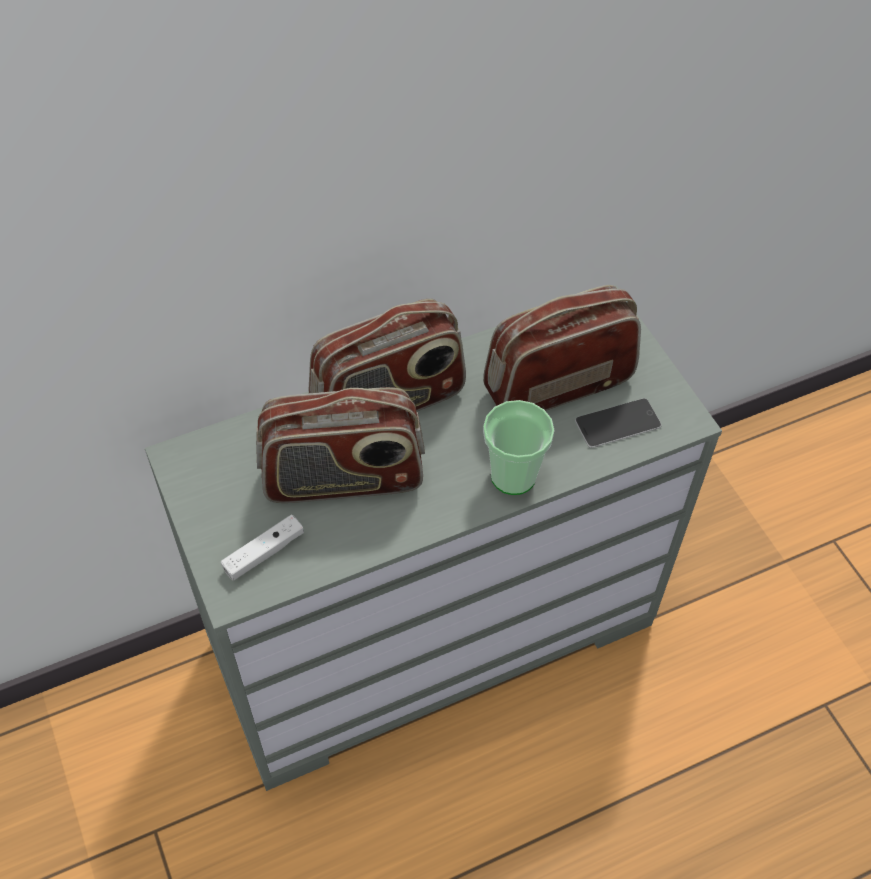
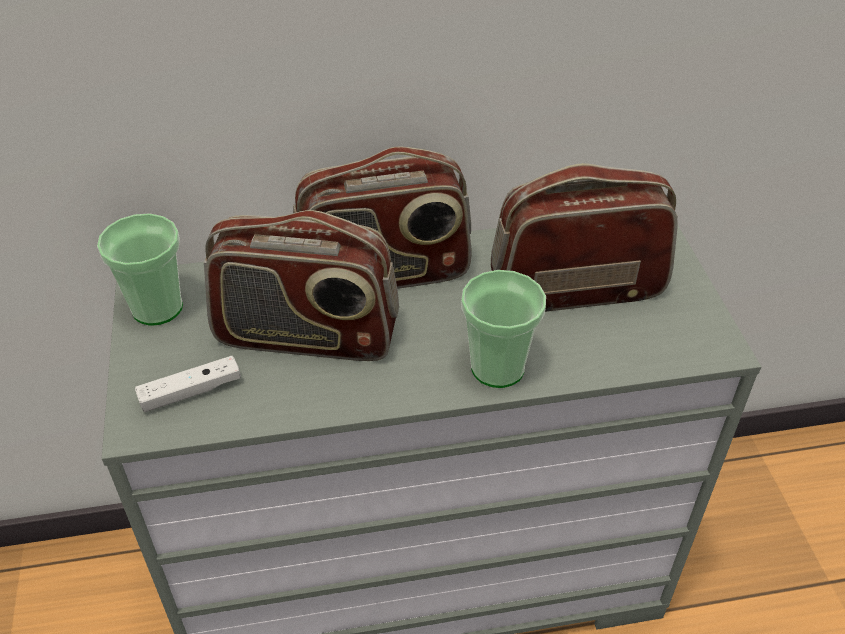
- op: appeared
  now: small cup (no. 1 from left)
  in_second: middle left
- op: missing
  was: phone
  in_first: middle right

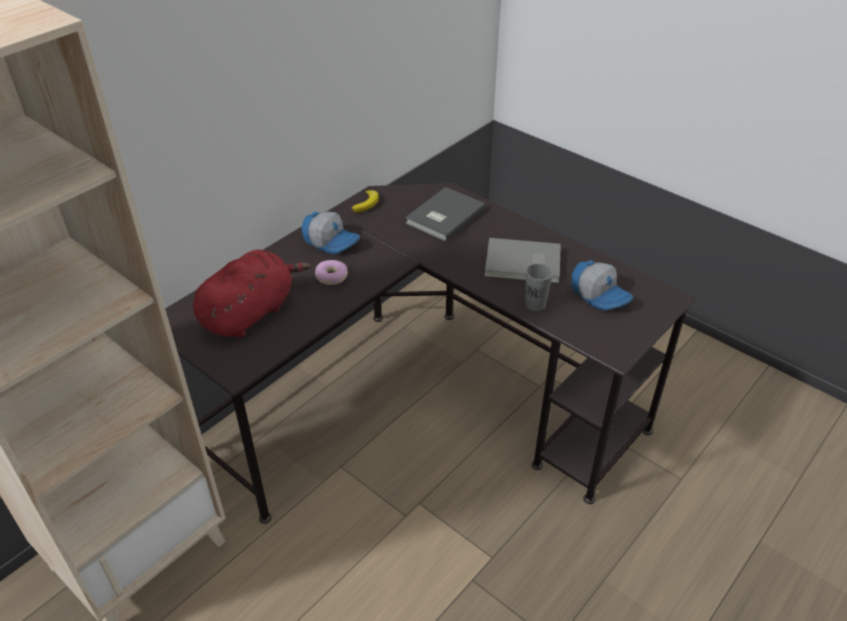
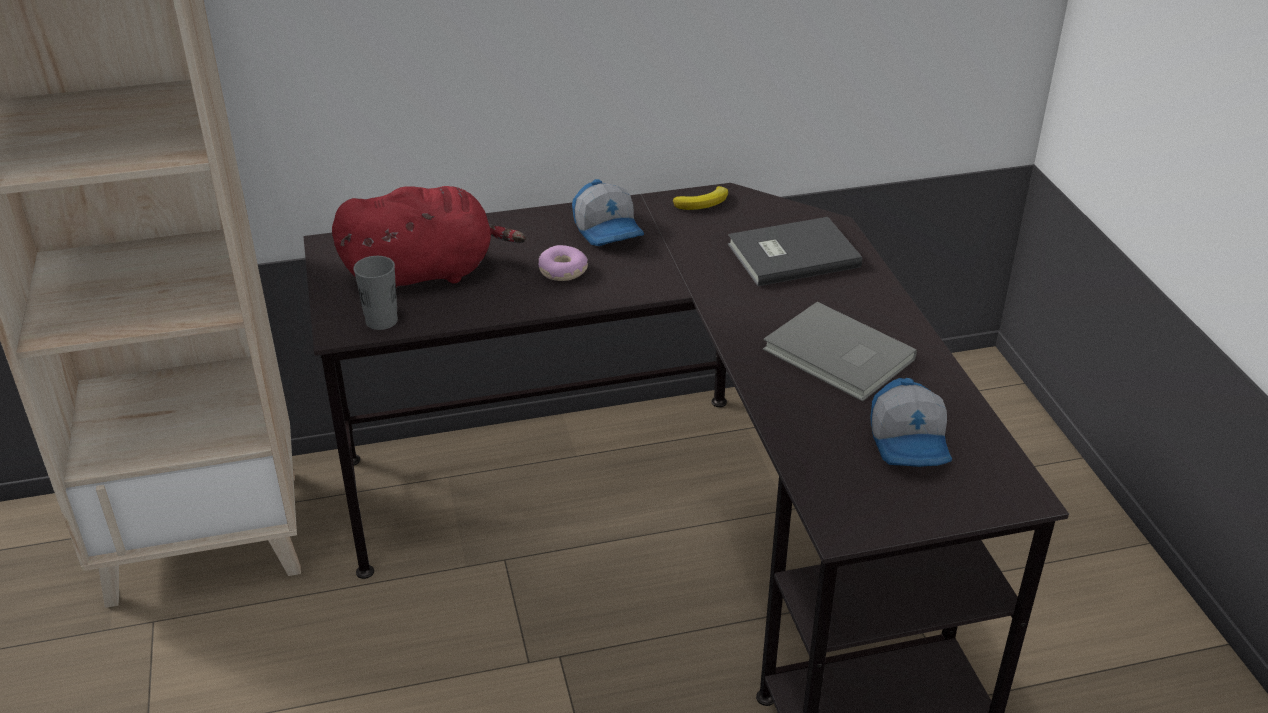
- op: relocated
  was: grey small cup
  in_first: centre
  in_second: middle left

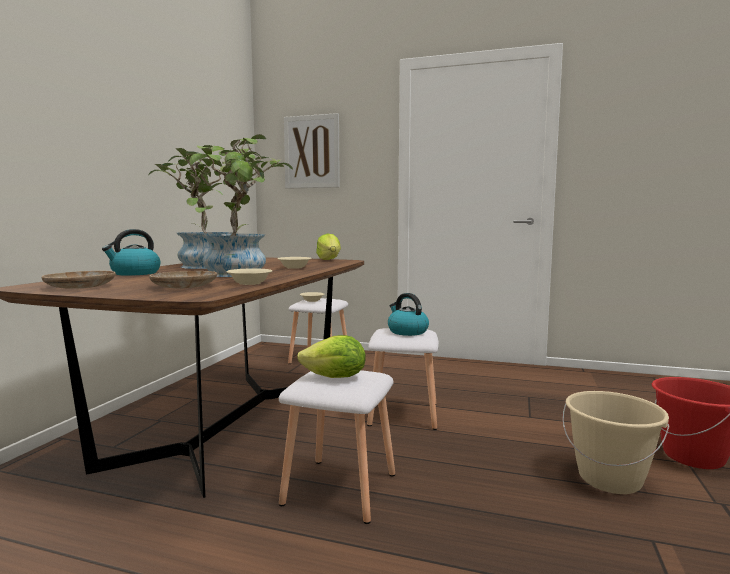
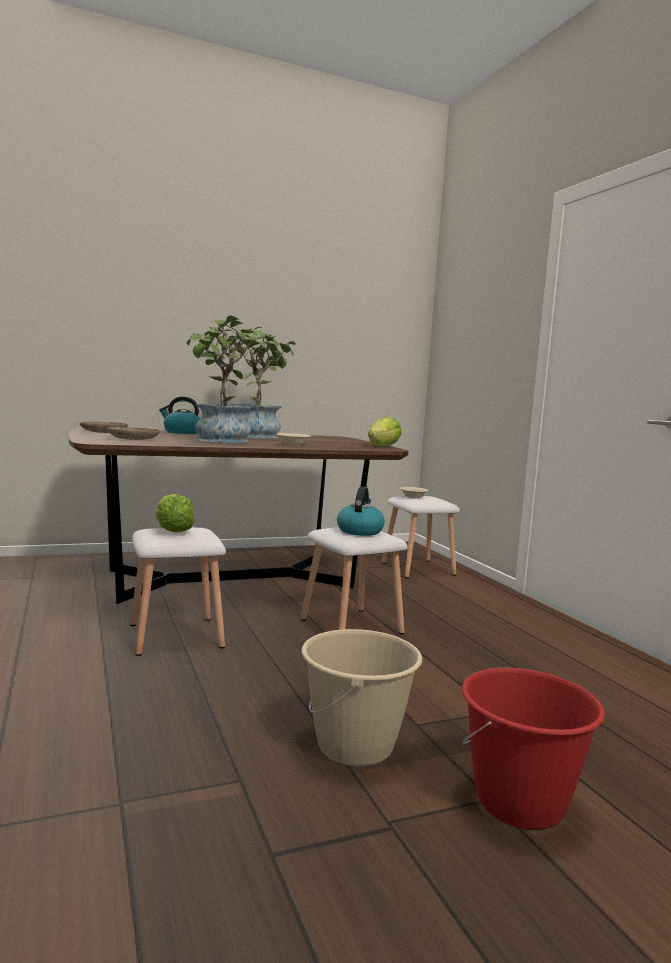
- op: missing
  was: beige bowl (no. 1 from left)
  in_first: centre
- op: missing
  was: picture
  in_first: top centre

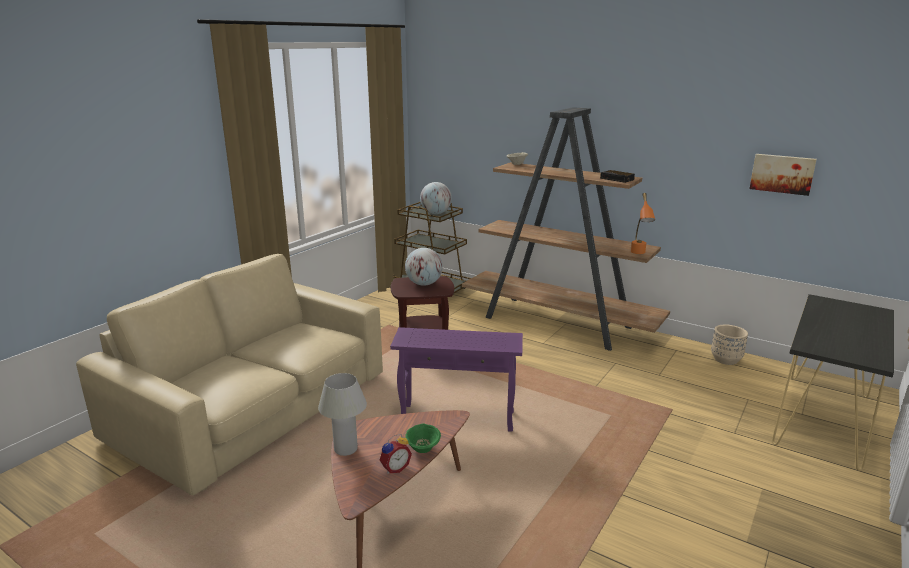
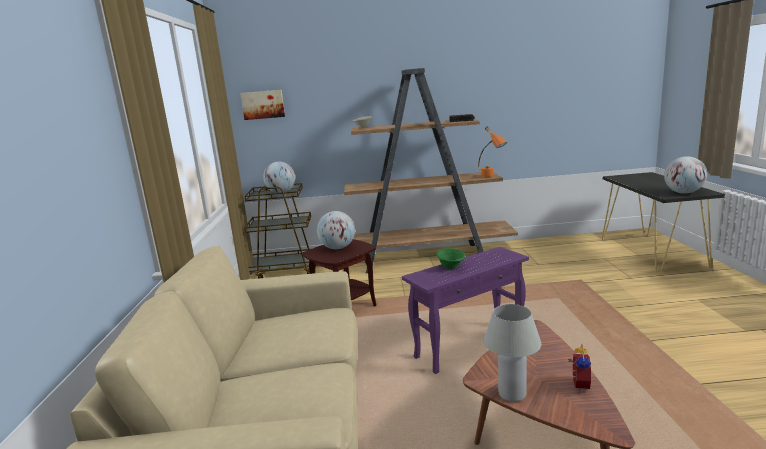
- op: relocated
  was: picture
  in_first: top right
  in_second: top centre
- op: relocated
  was: green-coloured bowl
  in_first: bottom centre
  in_second: centre
- op: appeared
  now: globe (no. 3 from left)
  in_second: middle right
- op: missing
  was: beige plant pot
  in_first: middle right

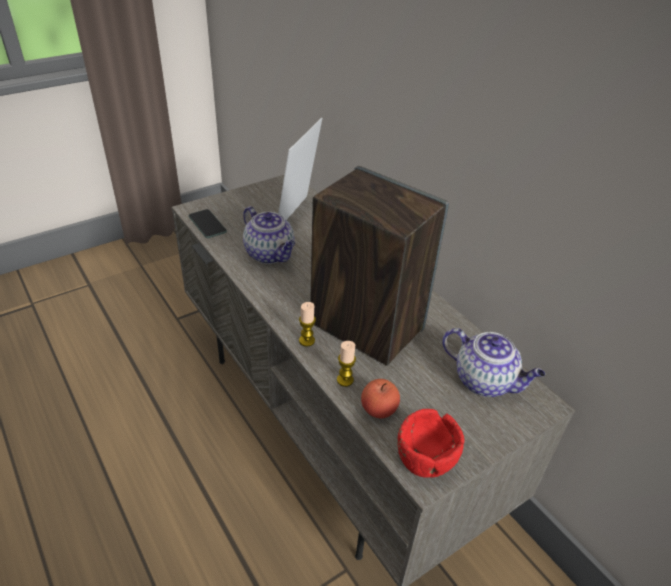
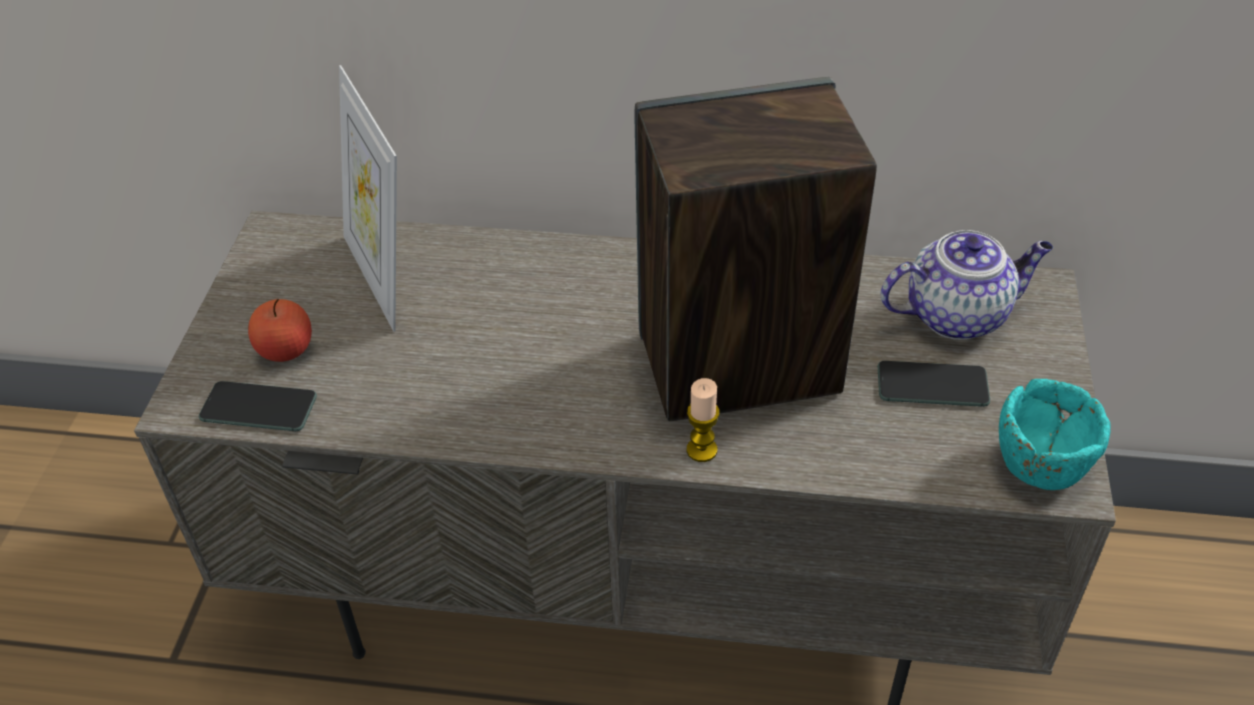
- op: relocated
  was: whole apple
  in_first: bottom centre
  in_second: middle left
- op: appeared
  now: phone (no. 2 from left)
  in_second: middle right
- op: colour
  was: red bowl
  now: turquoise-coloured bowl
  in_first: bottom centre
  in_second: middle right
- op: missing
  was: teapot (no. 1 from left)
  in_first: centre
- op: missing
  was: candle (no. 2 from left)
  in_first: centre

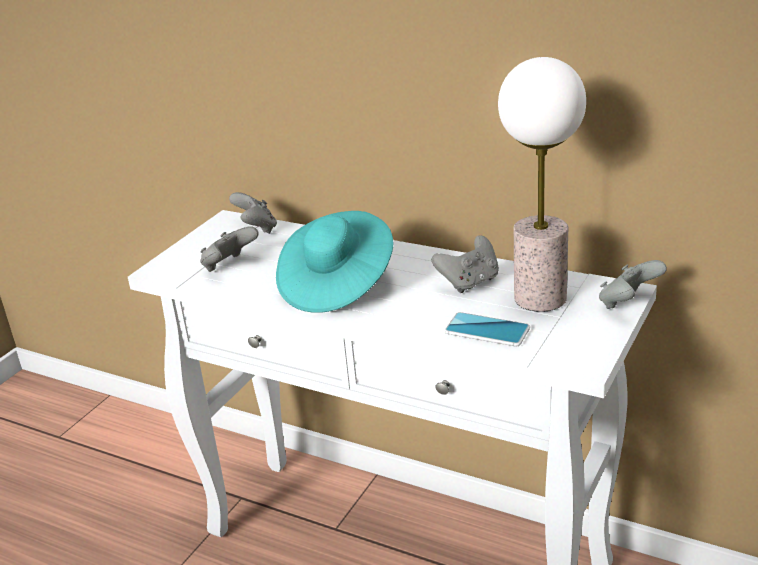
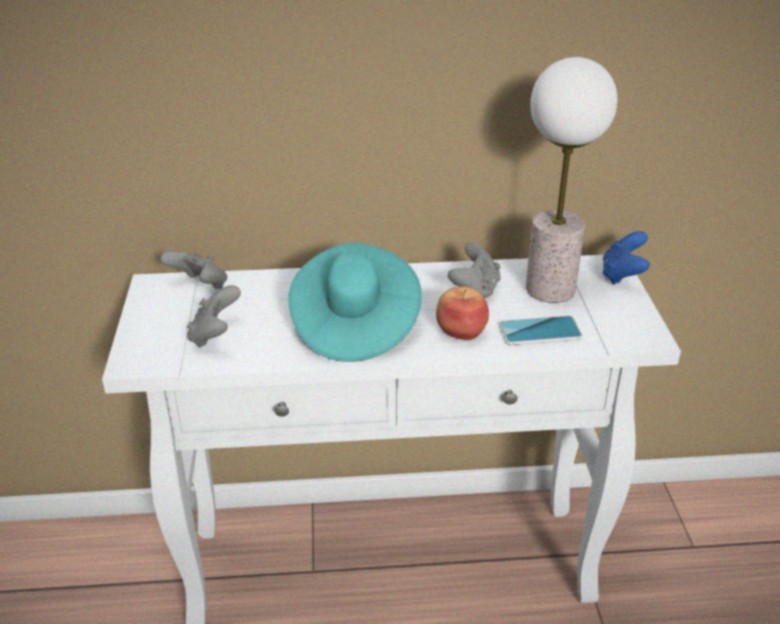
- op: appeared
  now: whole apple
  in_second: centre
- op: colour
  was: grey game controller (no. 4 from left)
  now: bluish game controller
  in_first: middle right
  in_second: middle right

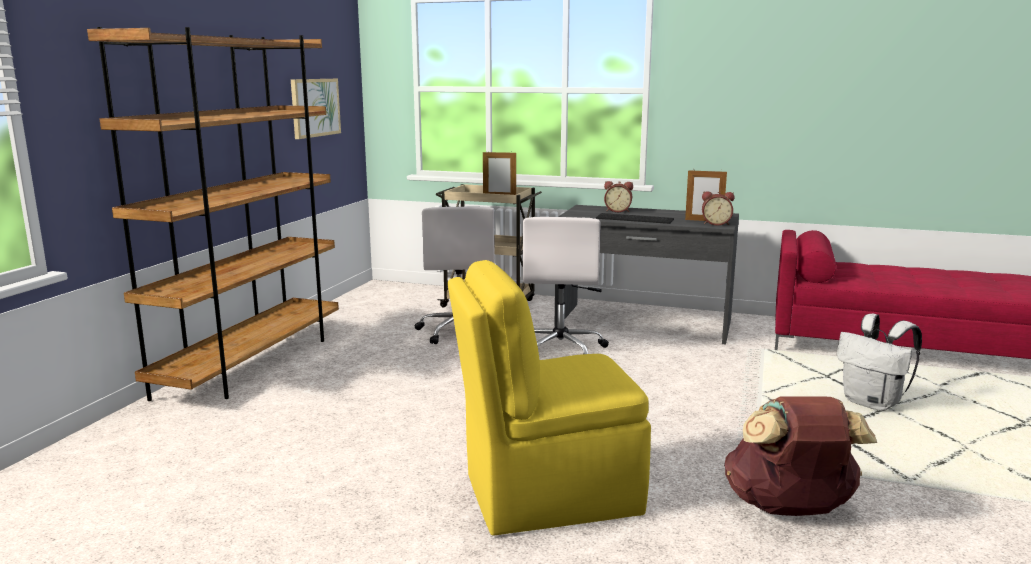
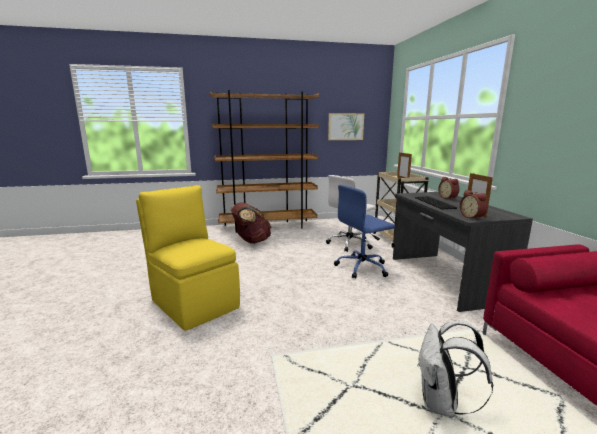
- op: relocated
  was: brown rucksack
  in_first: bottom right
  in_second: centre
- op: colour
  was: white office chair (no. 2 from left)
  now: bluish office chair
  in_first: centre
  in_second: centre

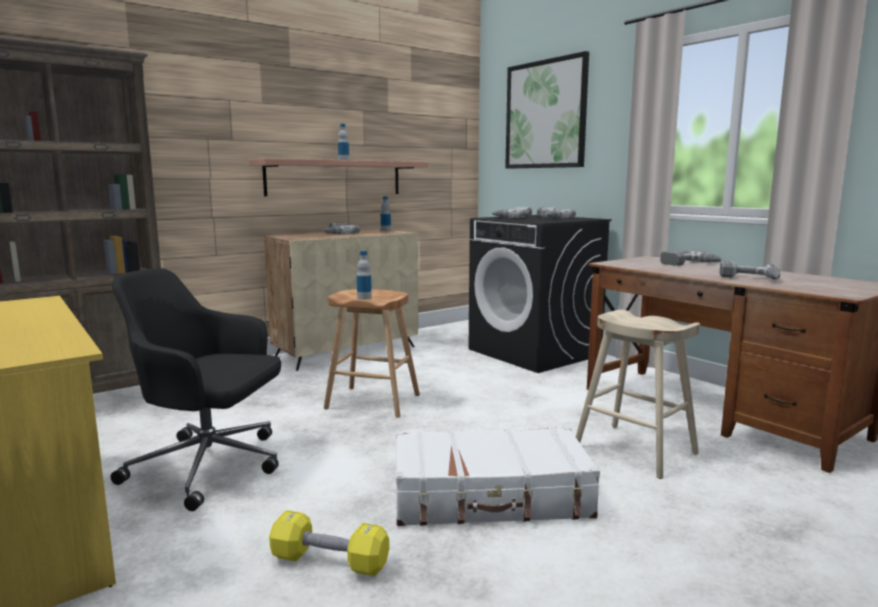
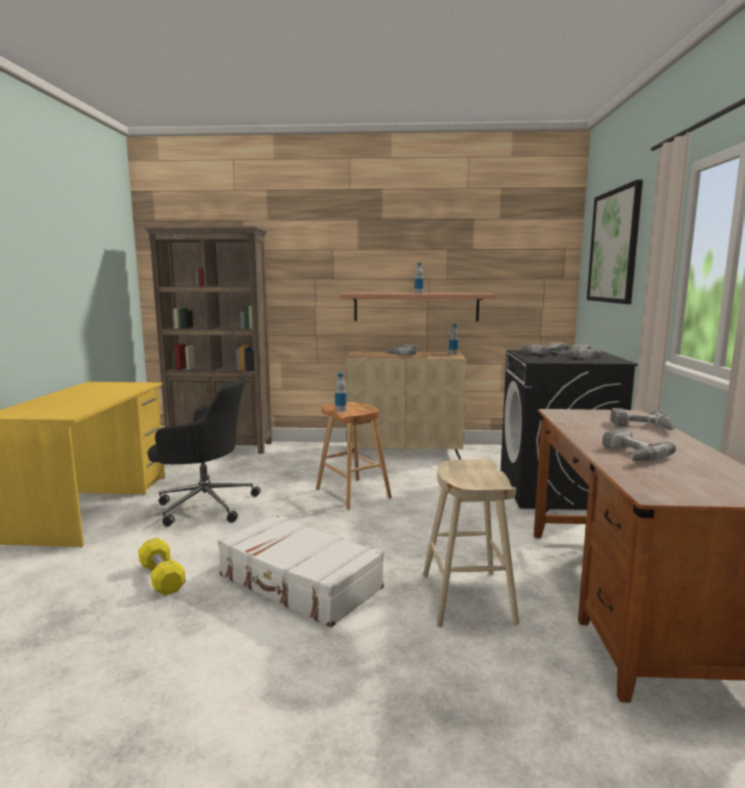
- op: spun
  was: black-coloured office chair
  in_first: middle left
  in_second: middle left
  clockwise: 135

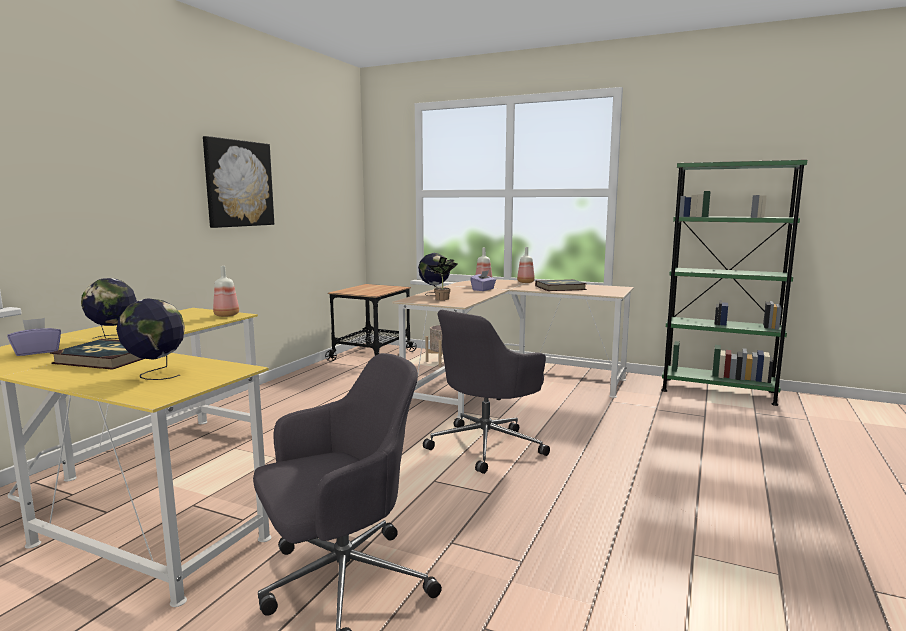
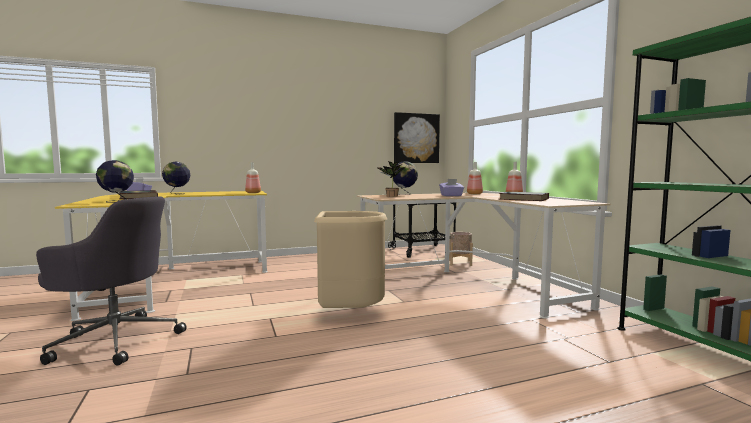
- op: exchanged
  was: grey office chair (no. 2 from left)
  now: beige trash can
  in_first: centre
  in_second: centre
- op: relocated
  was: picture
  in_first: top left
  in_second: top centre

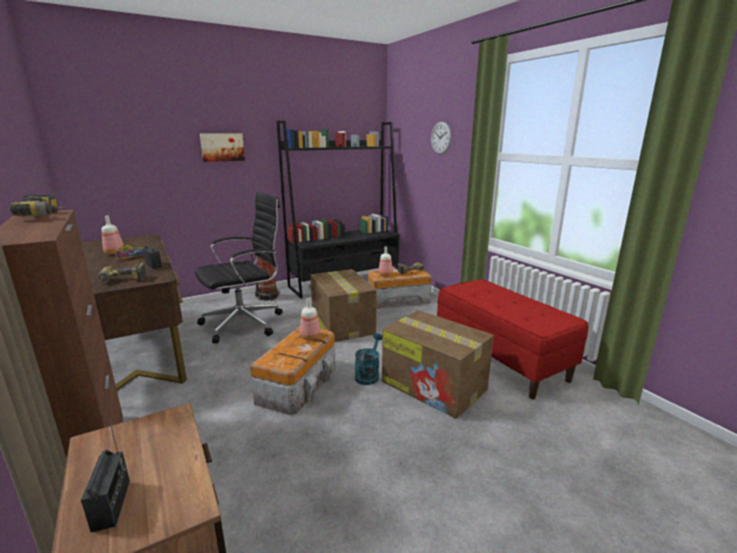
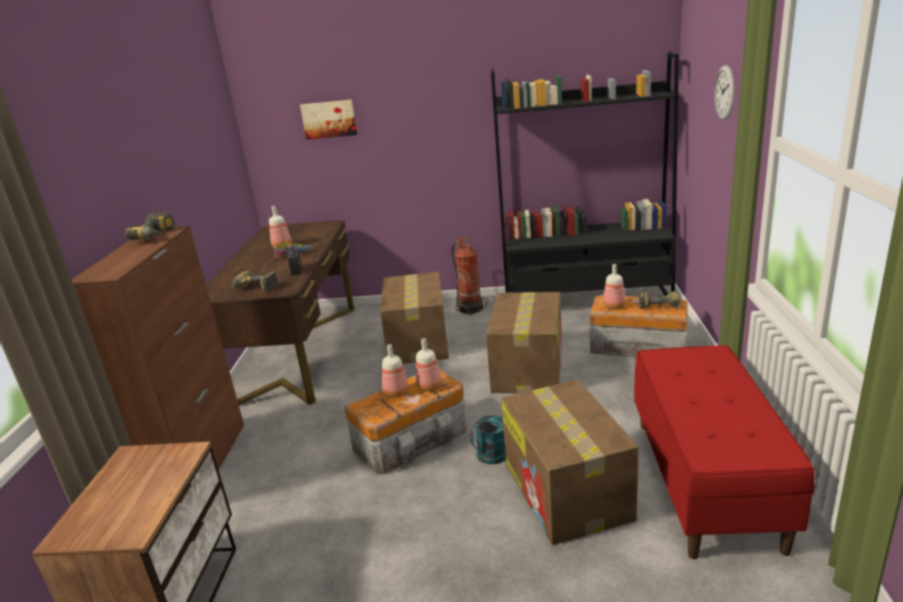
- op: relocated
  was: picture
  in_first: top left
  in_second: top centre
- op: exchanged
  was: black-coloured office chair
  now: carton (no. 1 from left)
  in_first: middle left
  in_second: centre
- op: appeared
  now: beverage bottle (no. 2 from left)
  in_second: centre
- op: missing
  was: radio (no. 1 from left)
  in_first: bottom left

